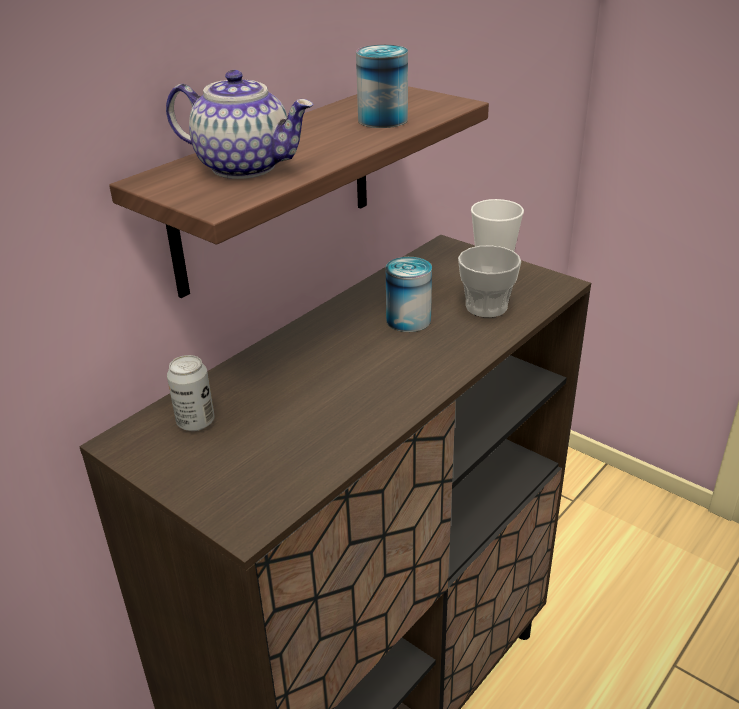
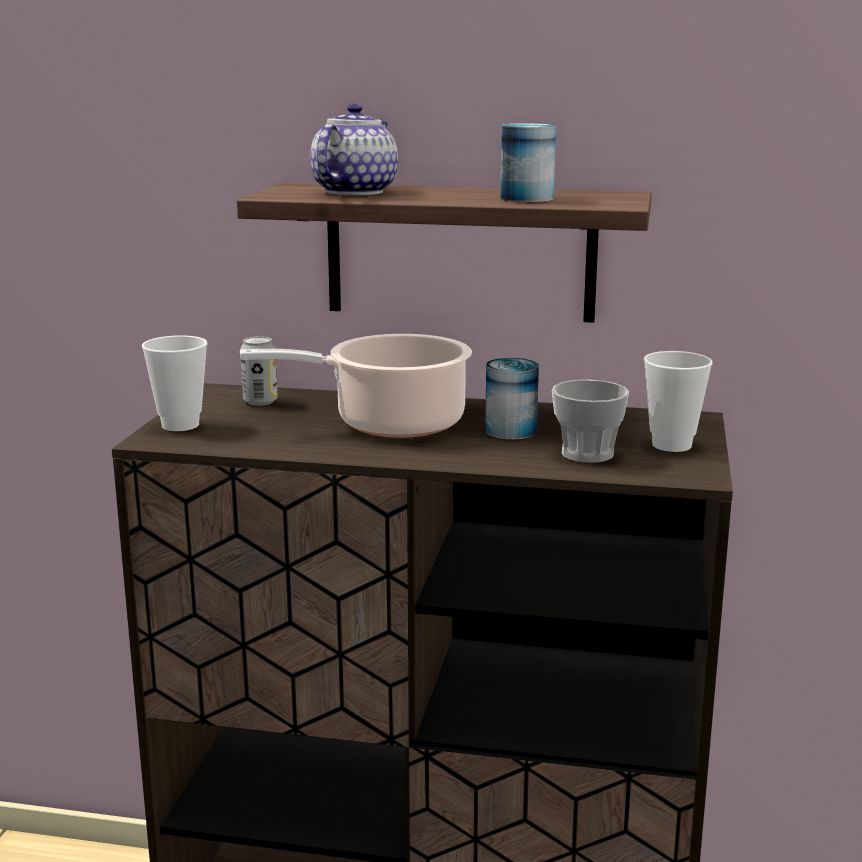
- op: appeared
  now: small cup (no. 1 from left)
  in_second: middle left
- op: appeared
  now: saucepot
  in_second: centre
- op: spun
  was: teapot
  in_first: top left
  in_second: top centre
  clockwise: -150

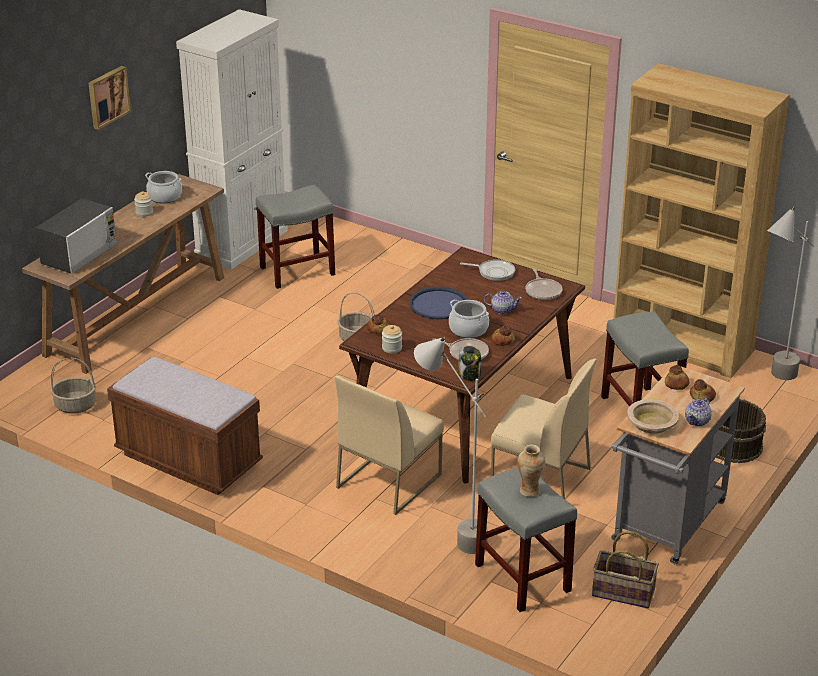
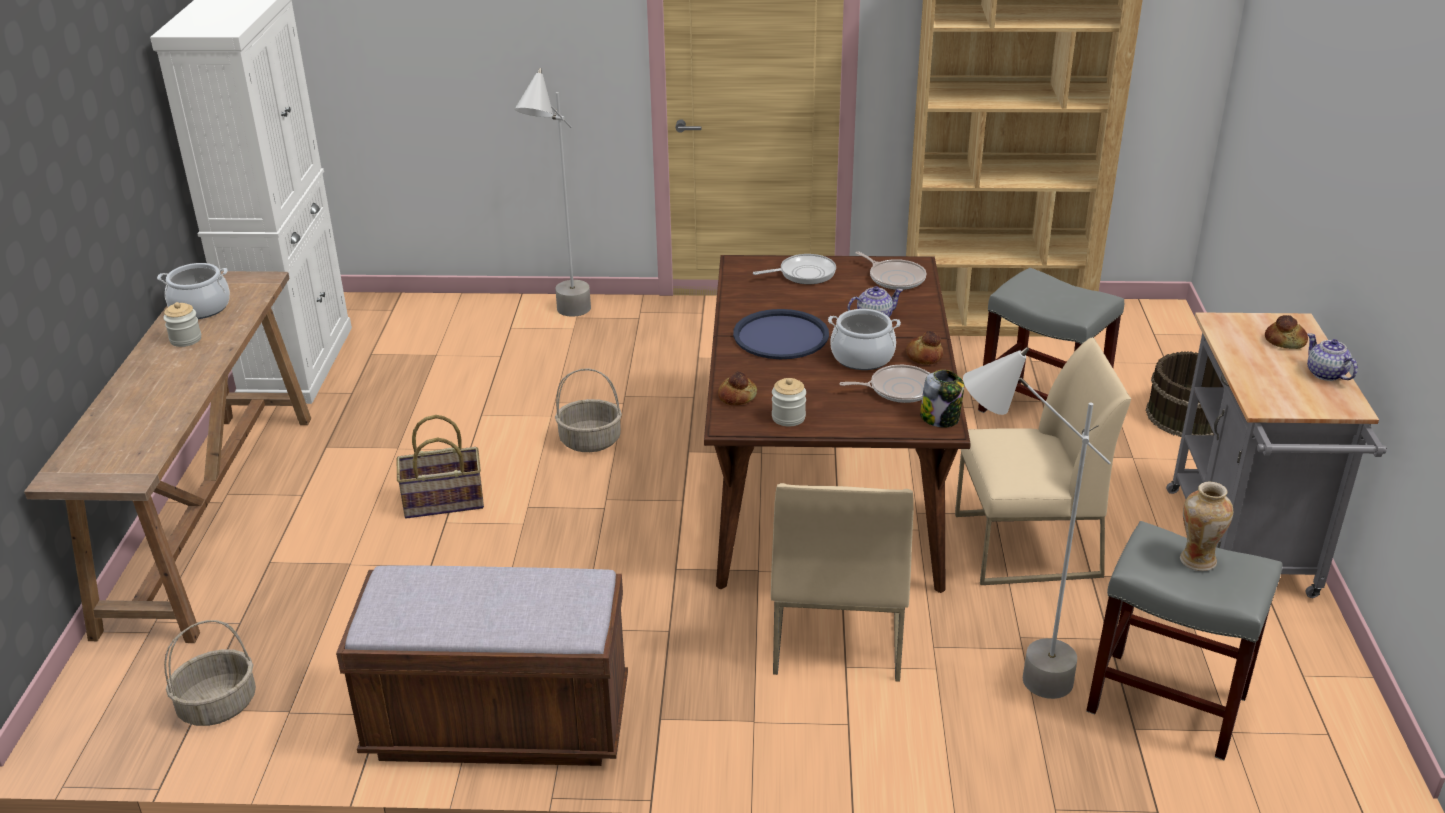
- op: relocated
  was: basket (no. 3 from left in the first image)
  now: basket (no. 2 from left)
  in_first: bottom right
  in_second: middle left
- op: relocated
  was: grey standing lamp (no. 2 from left in the first image)
  now: grey standing lamp (no. 1 from left)
  in_first: middle right
  in_second: top centre
- op: spun
  was: teapot (no. 2 from left)
  in_first: middle right
  in_second: middle right
  clockwise: 150
- op: missing
  was: microwave
  in_first: middle left
- op: missing
  was: picture
  in_first: top left
- op: missing
  was: grey stool (no. 1 from left)
  in_first: centre
- op: missing
  was: beige bowl
  in_first: middle right
- op: missing
  was: bread (no. 3 from left)
  in_first: middle right

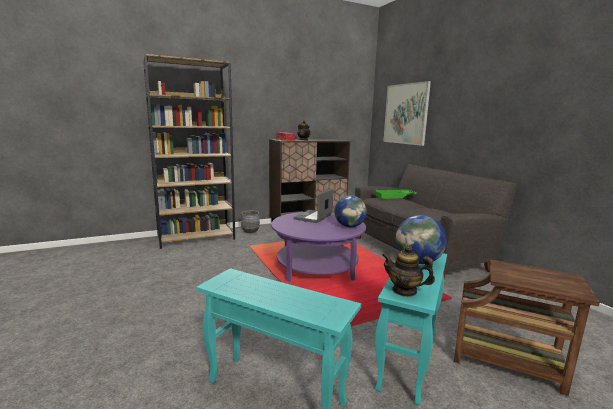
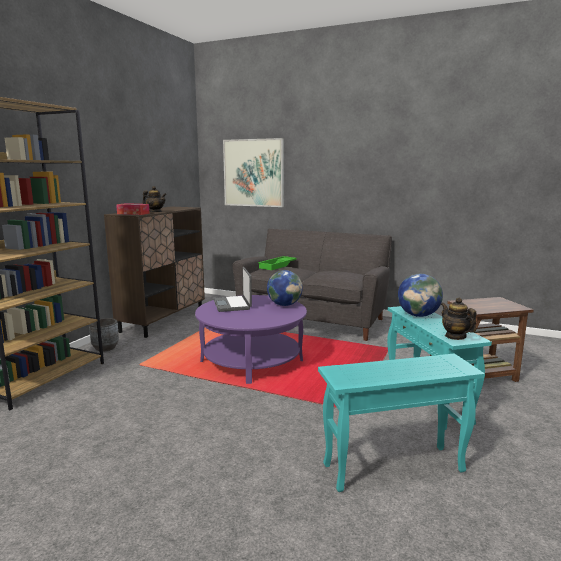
- op: spun
  was: teapot (no. 2 from left)
  in_first: centre
  in_second: middle right
  clockwise: 75

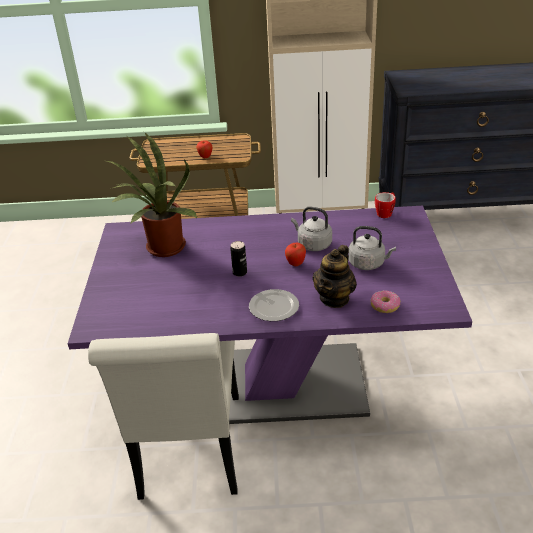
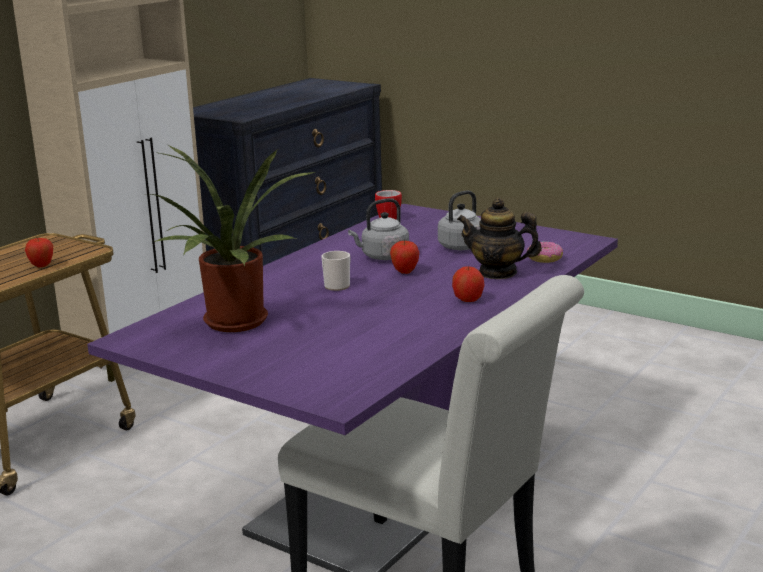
- op: appeared
  now: mug (no. 1 from left)
  in_second: centre
- op: exchanged
  was: flat dish
  now: whole apple (no. 3 from left)
  in_first: centre
  in_second: centre
- op: spun
  was: teapot
  in_first: centre
  in_second: centre
  clockwise: 135
- op: missing
  was: can
  in_first: centre

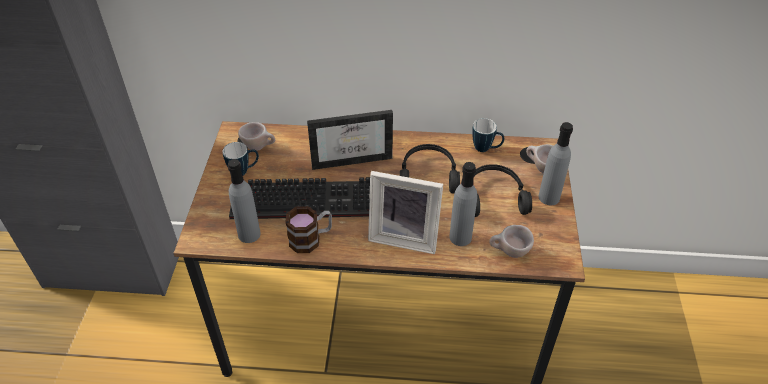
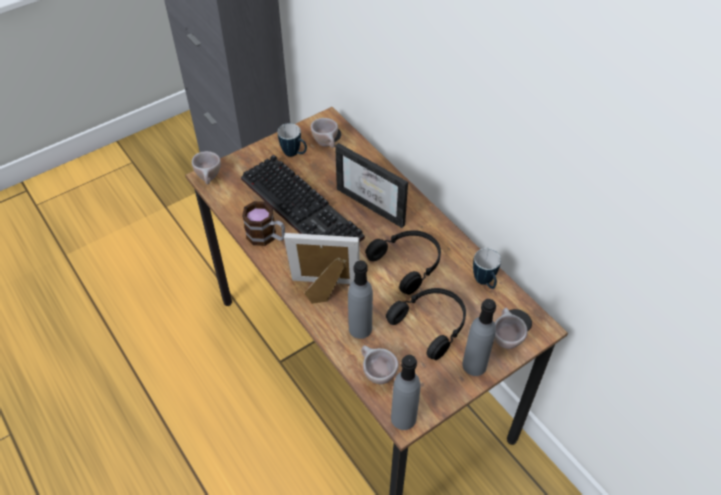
- op: appeared
  now: beige small cup (no. 1 from left)
  in_second: middle left
- op: spun
  was: standing frame (no. 2 from left in the first image)
  in_first: centre
  in_second: centre
  clockwise: 120
- op: relocated
  was: grey beverage bottle (no. 1 from left in the first image)
  now: grey beverage bottle (no. 2 from left)
  in_first: middle left
  in_second: bottom centre

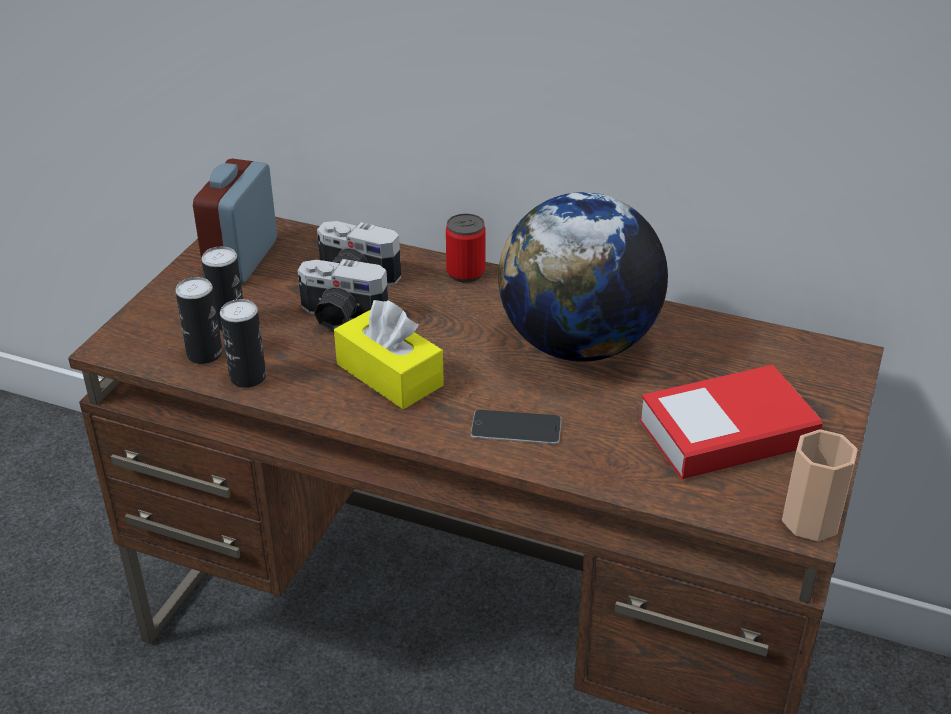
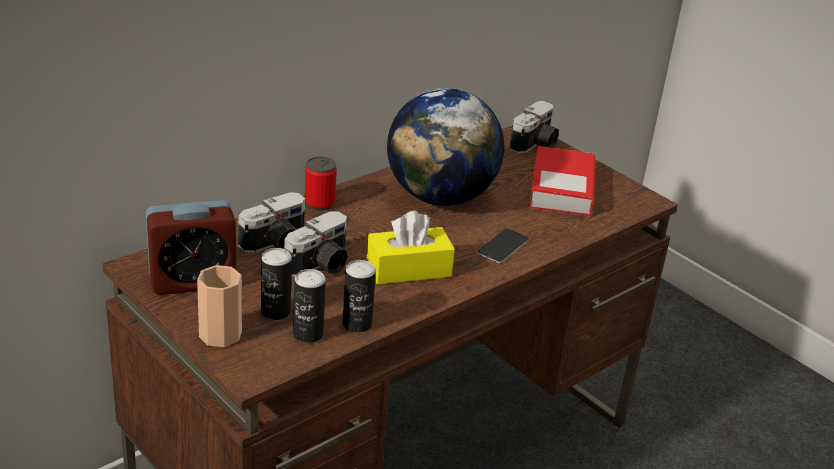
- op: spun
  was: table clock
  in_first: top left
  in_second: middle left
  clockwise: -60
- op: relocated
  was: small cup
  in_first: bottom right
  in_second: middle left
- op: appeared
  now: photo camera (no. 3 from left)
  in_second: top centre

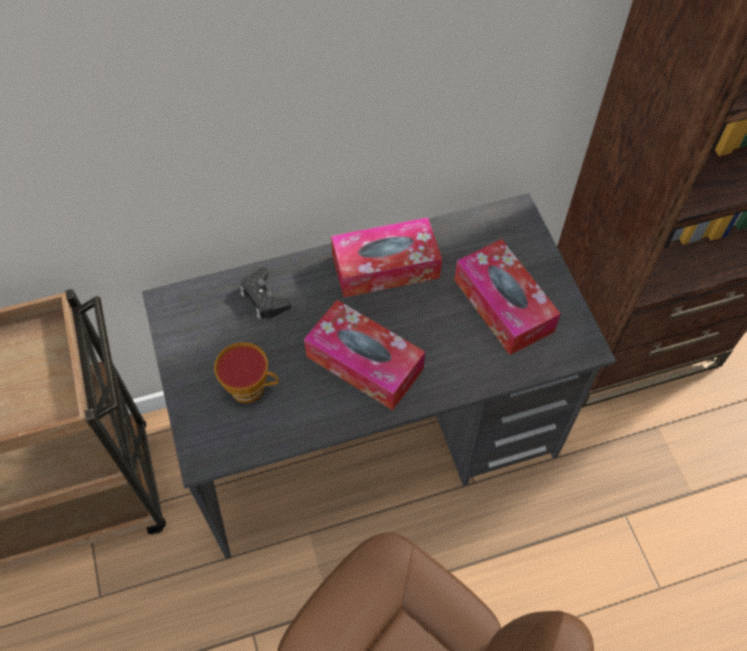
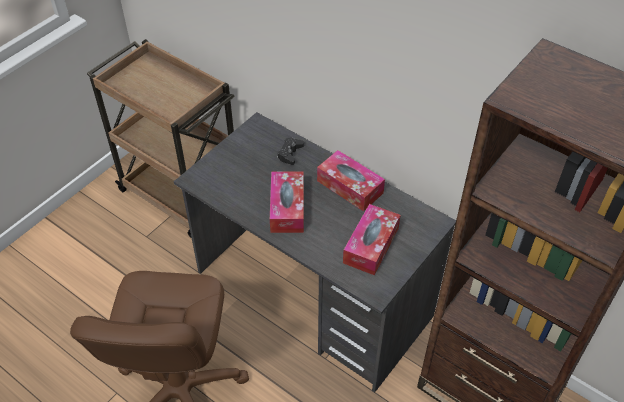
- op: missing
  was: small cup
  in_first: middle left

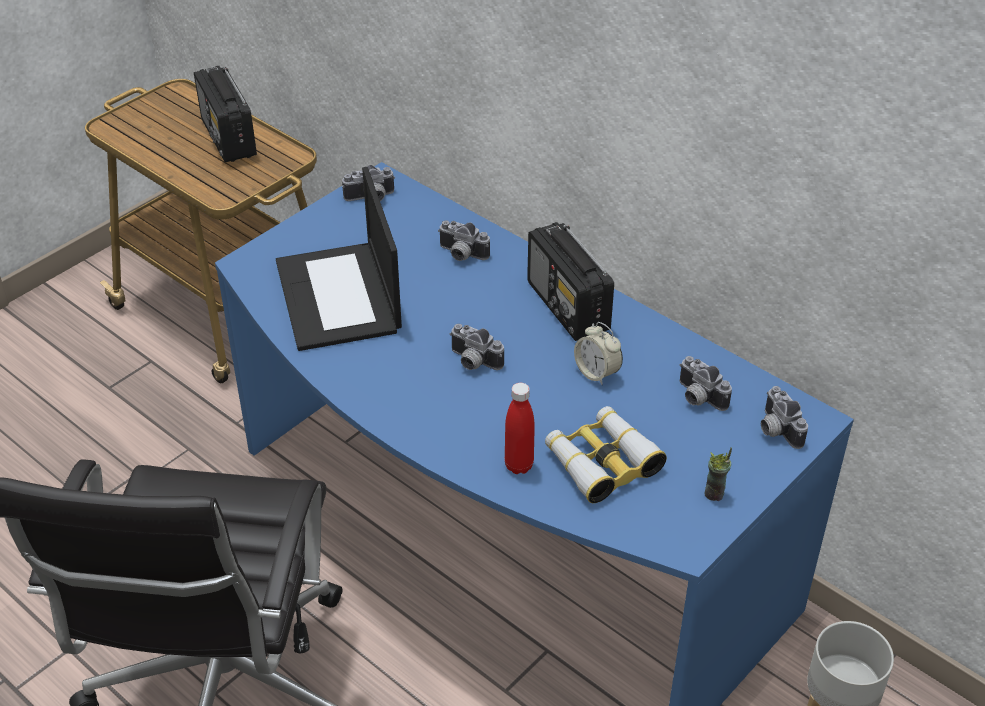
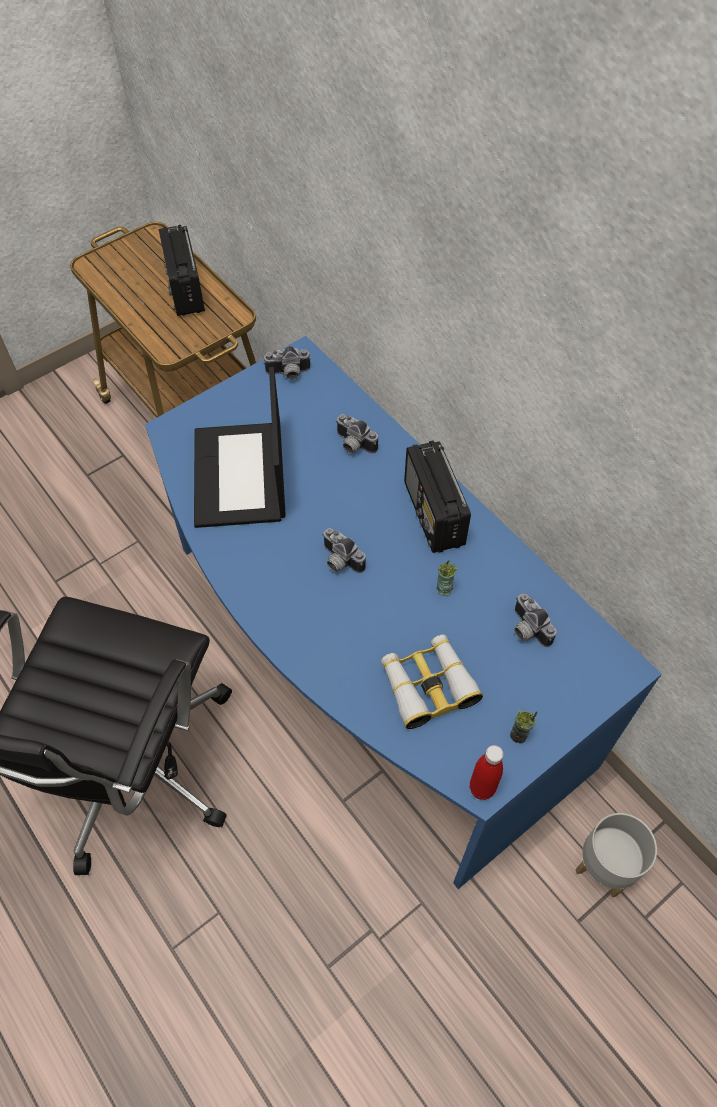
- op: exchanged
  was: table clock
  now: small cup (no. 1 from left)
  in_first: centre
  in_second: centre
- op: relocated
  was: red beverage bottle
  in_first: centre
  in_second: bottom right
- op: missing
  was: photo camera (no. 5 from left)
  in_first: middle right

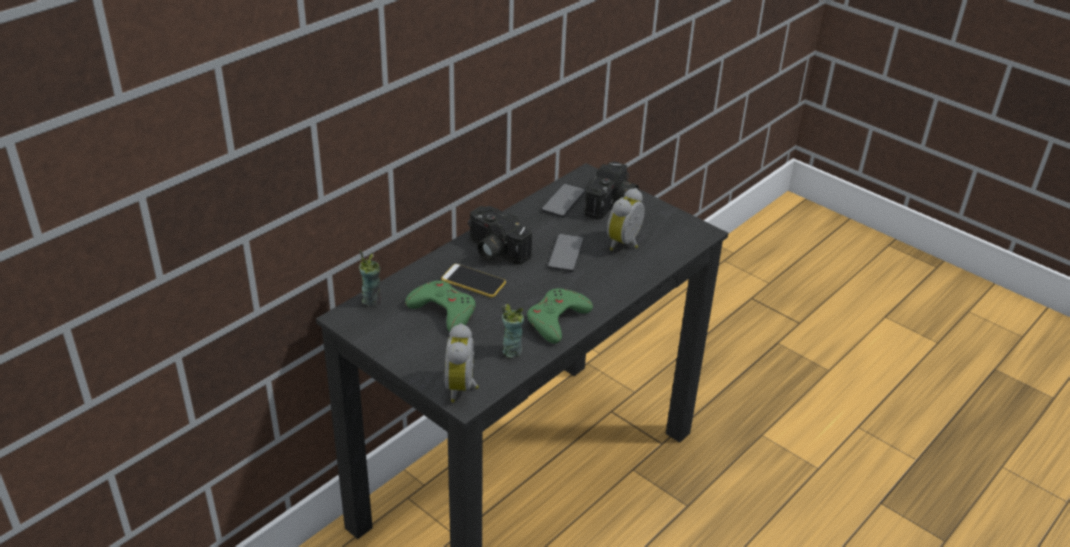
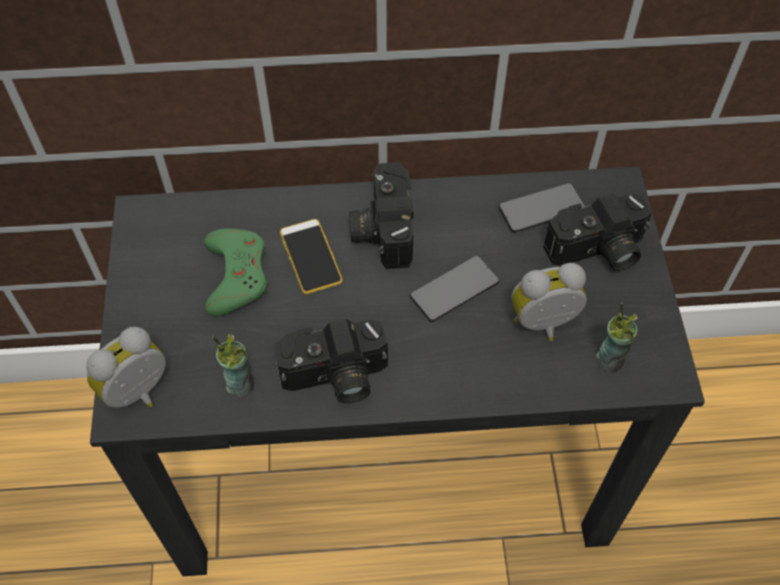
- op: exchanged
  was: green-coloured game controller (no. 2 from left)
  now: photo camera (no. 1 from left)
  in_first: centre
  in_second: centre
- op: relocated
  was: small cup (no. 1 from left in the first image)
  now: small cup (no. 2 from left)
  in_first: centre
  in_second: middle right

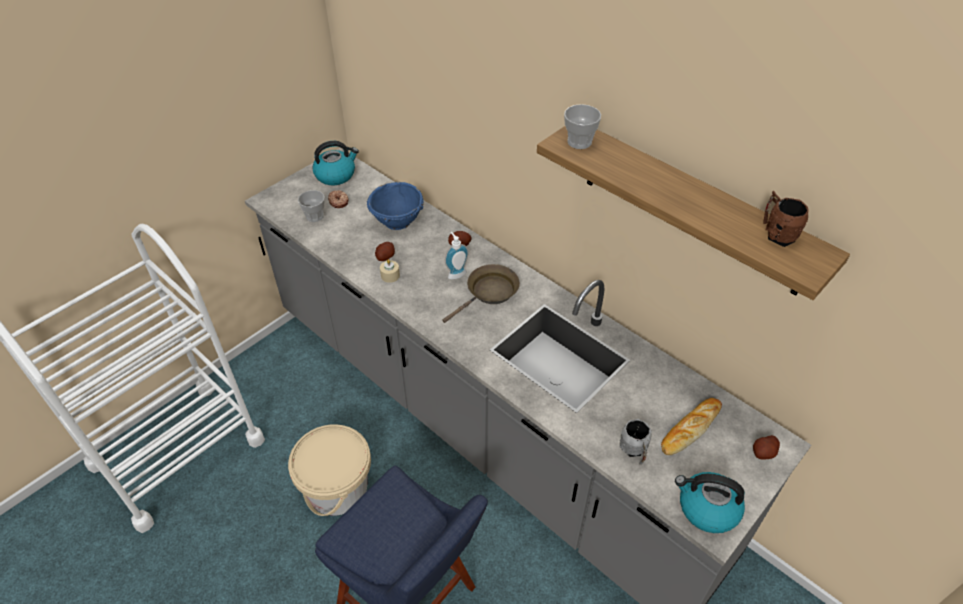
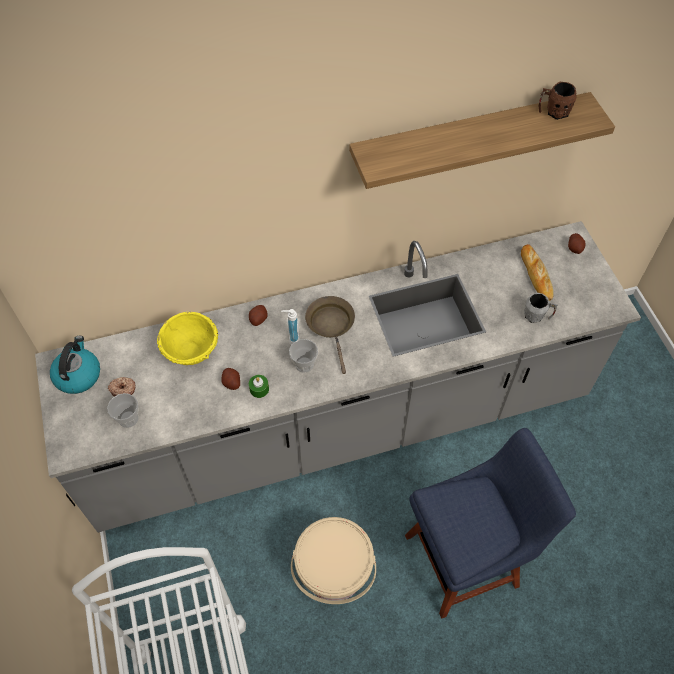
- op: colour
  was: bluish bowl
  now: yellow bowl
  in_first: centre
  in_second: middle left
- op: colour
  was: beige candle
  now: green-coloured candle
  in_first: centre
  in_second: centre
- op: relocated
  was: small cup (no. 2 from left)
  in_first: top centre
  in_second: centre
- op: missing
  was: water kettle (no. 2 from left)
  in_first: bottom right

